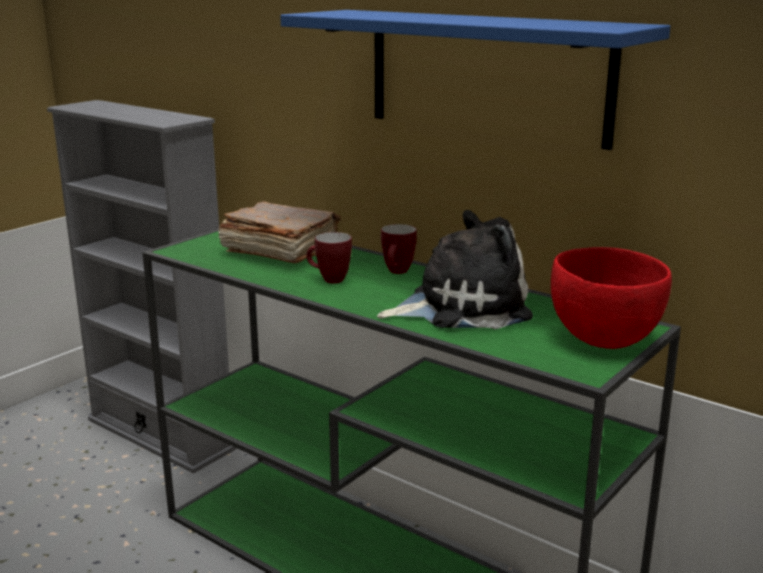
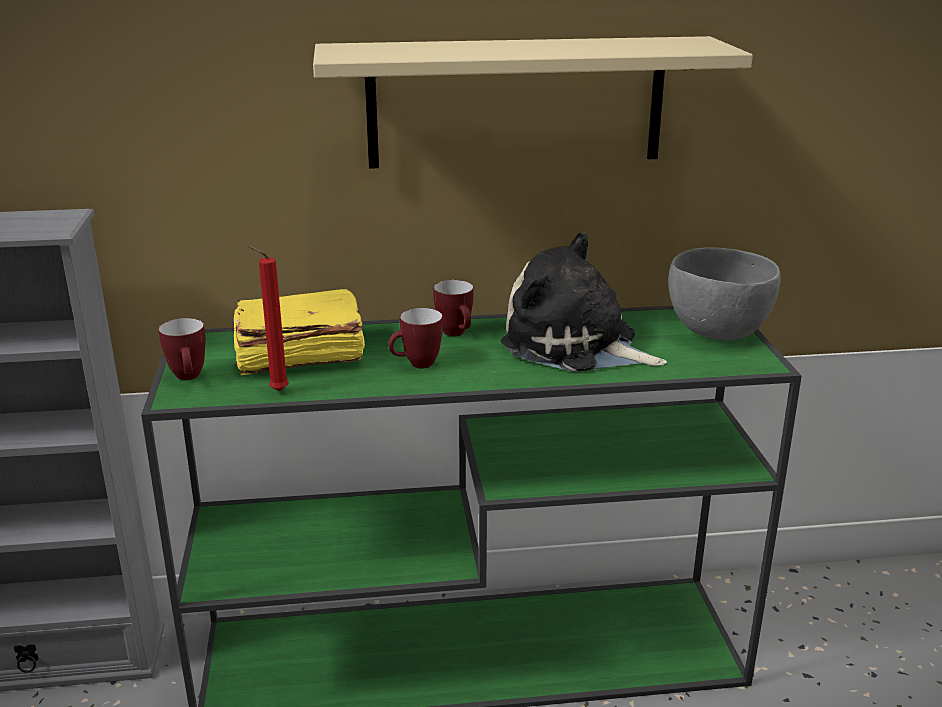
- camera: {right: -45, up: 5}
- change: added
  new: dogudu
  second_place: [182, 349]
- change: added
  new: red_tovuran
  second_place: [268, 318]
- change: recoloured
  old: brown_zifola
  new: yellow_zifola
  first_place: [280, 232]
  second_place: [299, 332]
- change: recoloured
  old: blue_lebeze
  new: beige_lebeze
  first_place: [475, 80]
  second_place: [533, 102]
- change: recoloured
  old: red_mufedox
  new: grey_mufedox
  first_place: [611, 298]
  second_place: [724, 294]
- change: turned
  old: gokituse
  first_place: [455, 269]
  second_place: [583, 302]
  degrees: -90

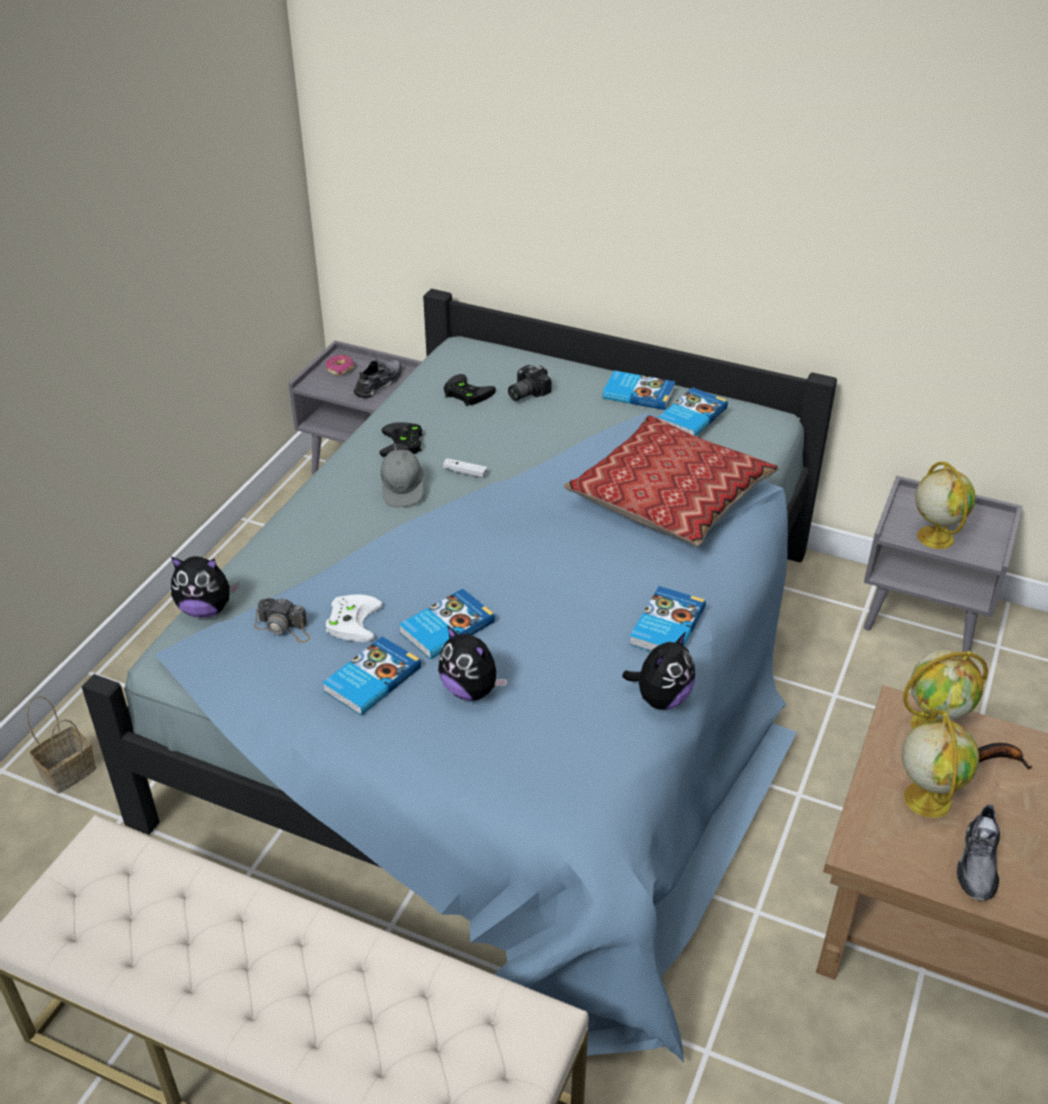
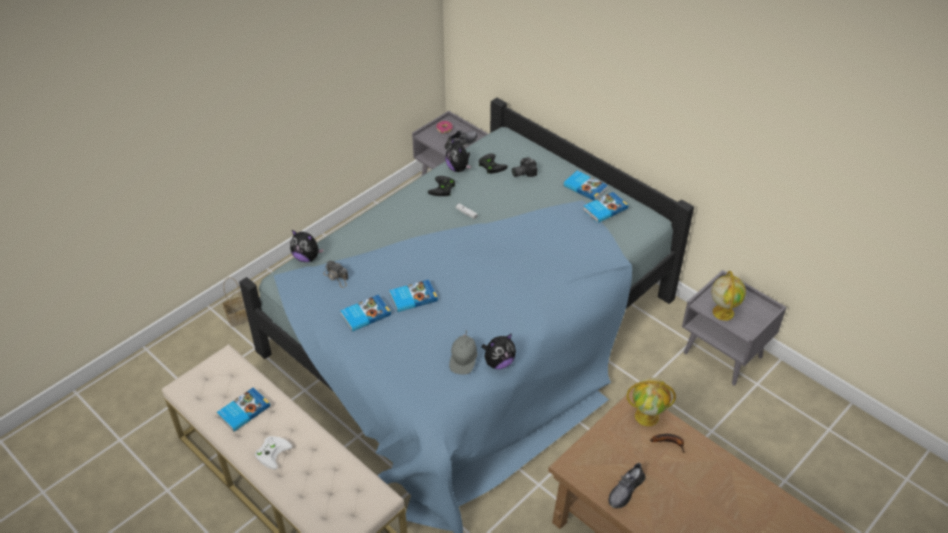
- camera: {right: 20, up: 5}
- change: removed
  old: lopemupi
  first_place: [672, 481]
- change: removed
  old: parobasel
  first_place: [940, 763]
- change: moved
  old: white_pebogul
  first_place: [354, 618]
  second_place: [273, 453]
- change: moved
  old: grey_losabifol
  first_place: [402, 476]
  second_place: [463, 352]
- change: moved
  old: gokituse
  first_place: [472, 663]
  second_place: [458, 155]
- change: moved
  old: zifola
  first_place: [667, 618]
  second_place: [243, 409]

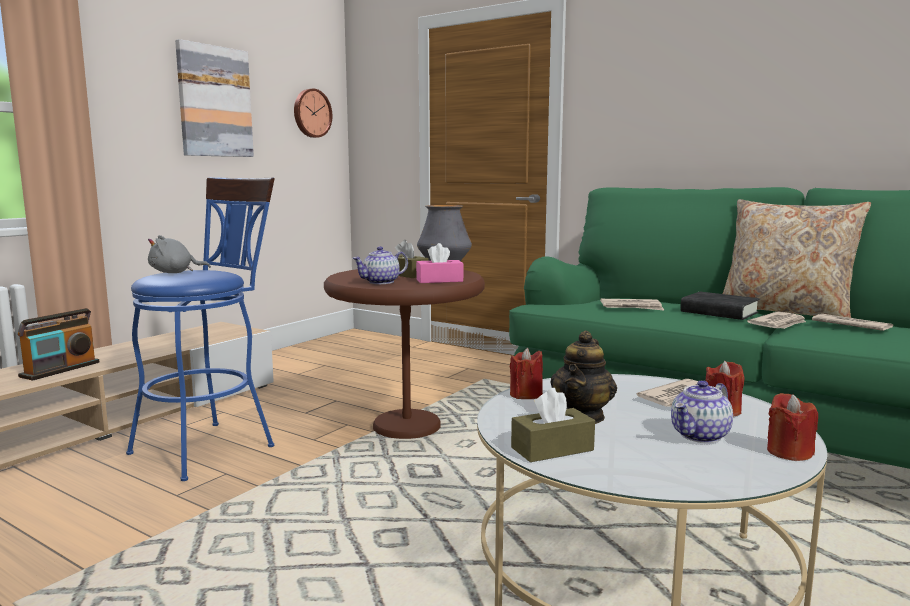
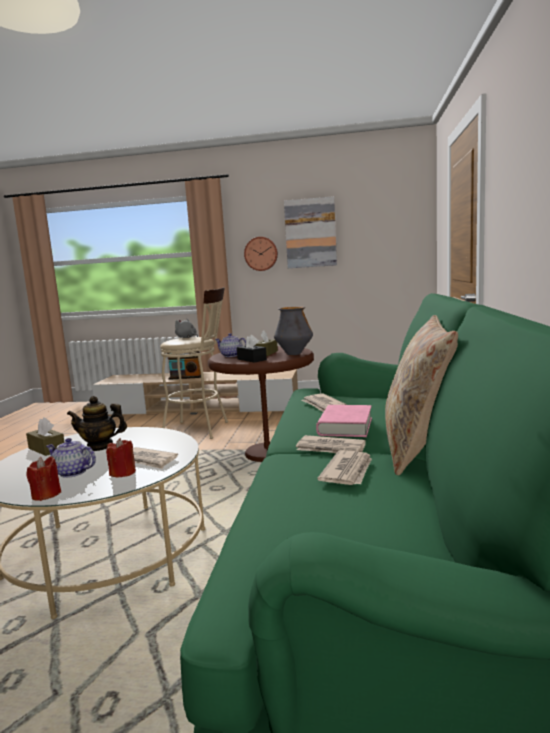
- camera: {right: 65, up: 0}
- change: removed
  old: red_tovuran
  first_place: [526, 373]
- change: moved
  old: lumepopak
  first_place: [313, 113]
  second_place: [261, 254]
- change: recoloured
  old: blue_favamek
  new: beige_favamek
  first_place: [200, 329]
  second_place: [194, 363]
- change: recoloured
  old: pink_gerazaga
  new: black_gerazaga
  first_place: [440, 263]
  second_place: [252, 349]
- change: recoloured
  old: black_zifola
  new: pink_zifola
  first_place: [719, 306]
  second_place: [344, 421]

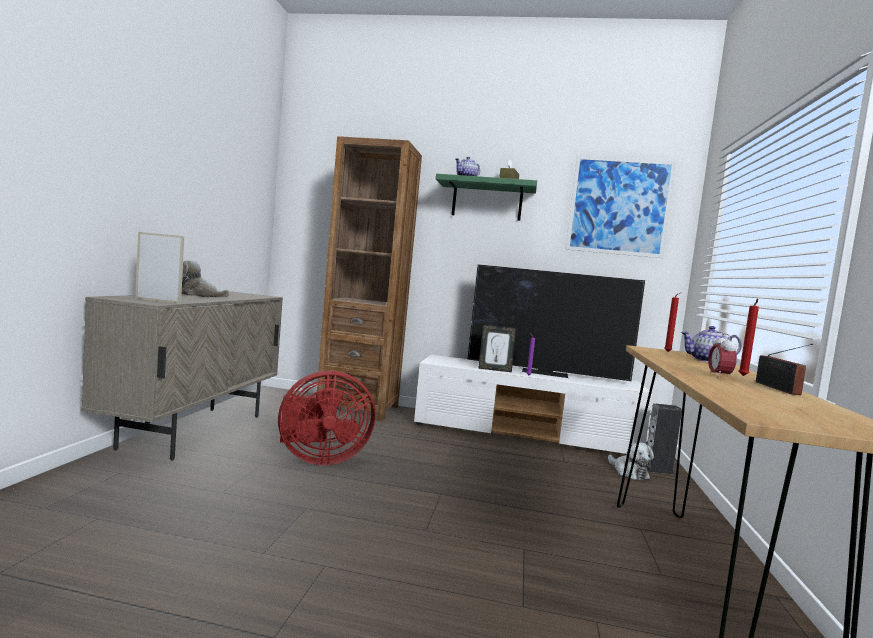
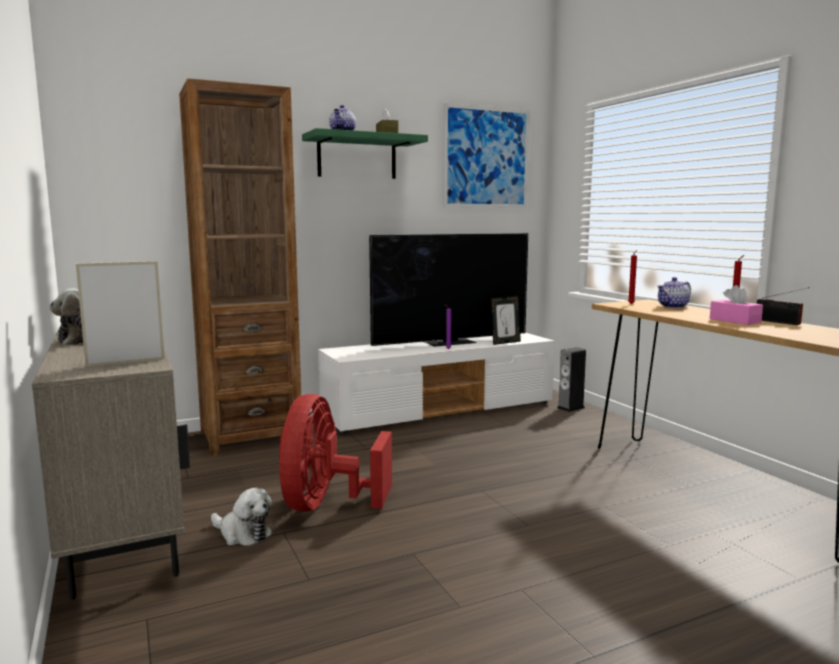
- camera: {right: -35, up: 5}
- change: moved
  old: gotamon
  first_place: [497, 348]
  second_place: [506, 320]
- change: moved
  old: gokituse
  first_place: [631, 461]
  second_place: [241, 516]
- change: replaced
  old: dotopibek
  new: pink_gerazaga
  first_place: [722, 355]
  second_place: [736, 305]
- change: turned
  old: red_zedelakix
  first_place: [326, 417]
  second_place: [335, 453]
  degrees: 150

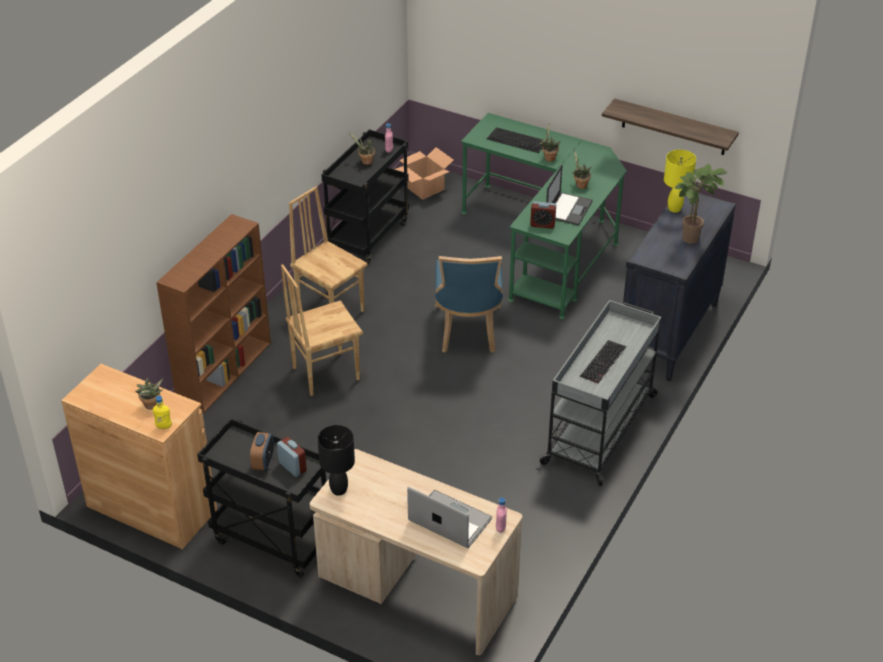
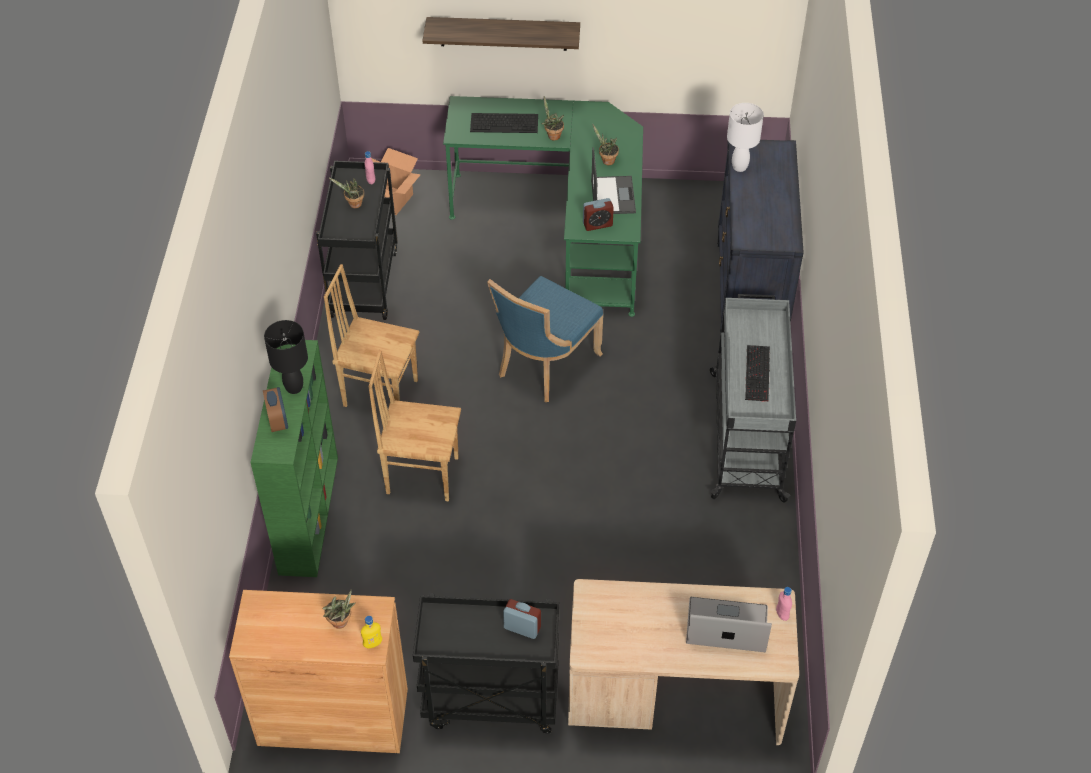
- camera: {right: -25, up: 10}
- change: removed
  old: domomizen
  first_place: [701, 204]
- change: moved
  old: dotopibek
  first_place: [262, 451]
  second_place: [275, 409]
- change: moved
  old: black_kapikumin
  first_place: [336, 460]
  second_place: [286, 357]
- change: moved
  old: lebeze
  first_place: [670, 127]
  second_place: [501, 34]
- change: recoloured
  old: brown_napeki
  new: green_napeki
  first_place: [213, 314]
  second_place: [294, 458]
- change: recoloured
  old: yellow_kapikumin
  new: white_kapikumin
  first_place: [680, 181]
  second_place: [745, 137]
- change: turned
  old: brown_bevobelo
  first_place: [322, 330]
  second_place: [414, 425]
  degrees: 60
- change: turned
  old: blue_bevobelo
  first_place: [469, 304]
  second_place: [545, 339]
  degrees: 60

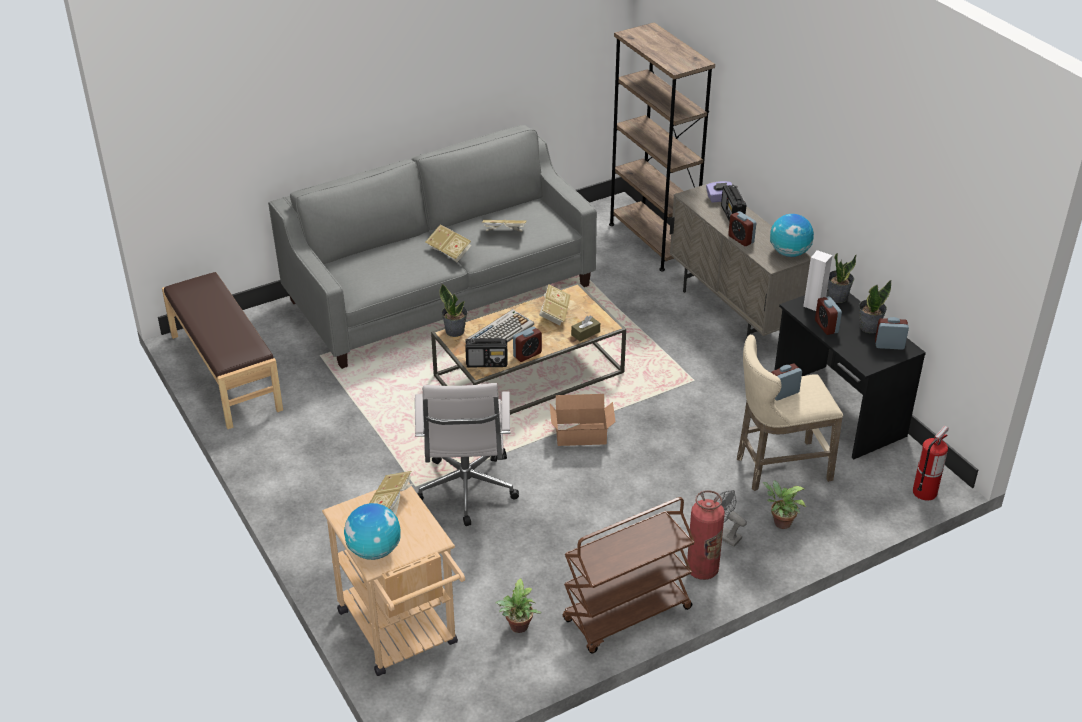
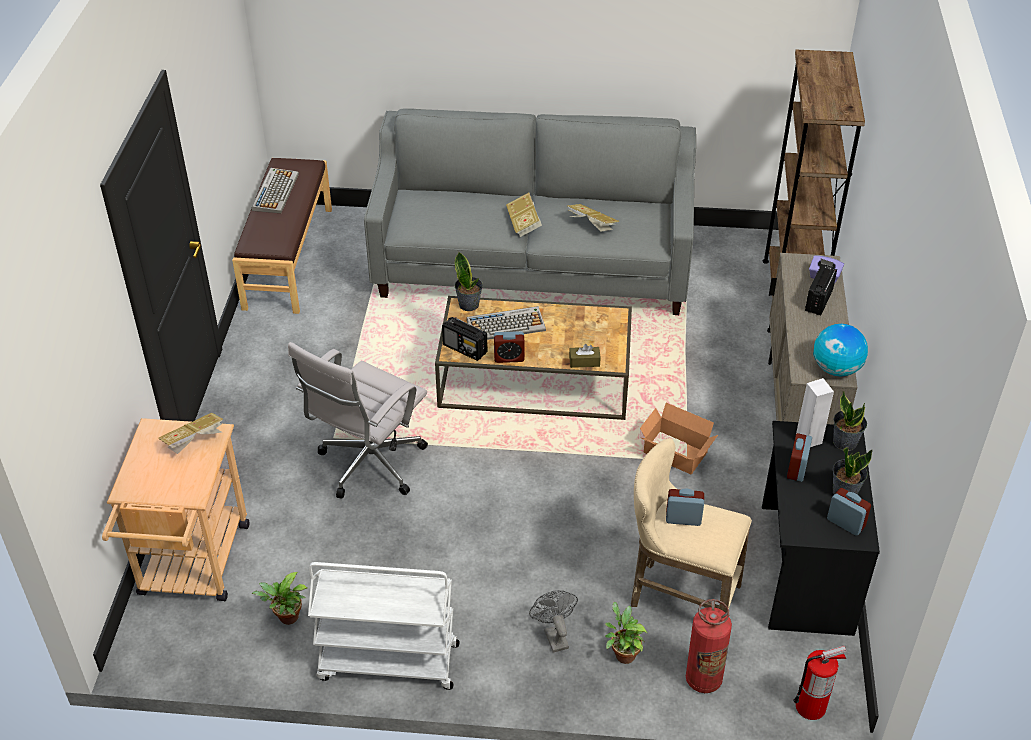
- camera: {right: 35, up: 5}
- change: removed
  old: parobasel
  first_place: [372, 531]
- change: removed
  old: zifola
  first_place: [554, 305]
- change: removed
  old: dotopibek
  first_place: [742, 228]
- change: added
  new: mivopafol
  second_place: [275, 190]
- change: moved
  old: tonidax
  first_place: [583, 420]
  second_place: [679, 438]
- change: moved
  old: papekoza
  first_place: [706, 535]
  second_place: [709, 646]
- change: recoloured
  old: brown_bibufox
  new: white_bibufox
  first_place: [629, 575]
  second_place: [384, 626]

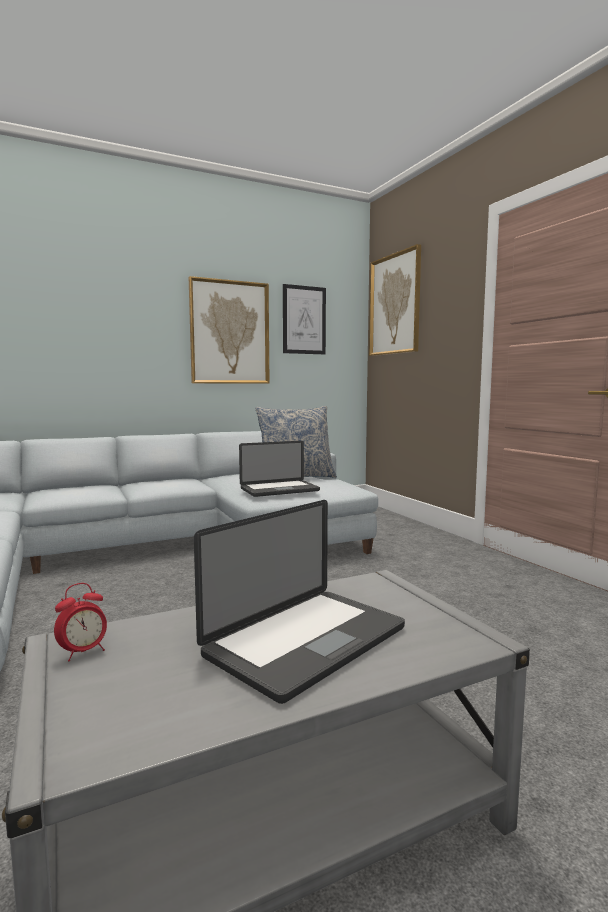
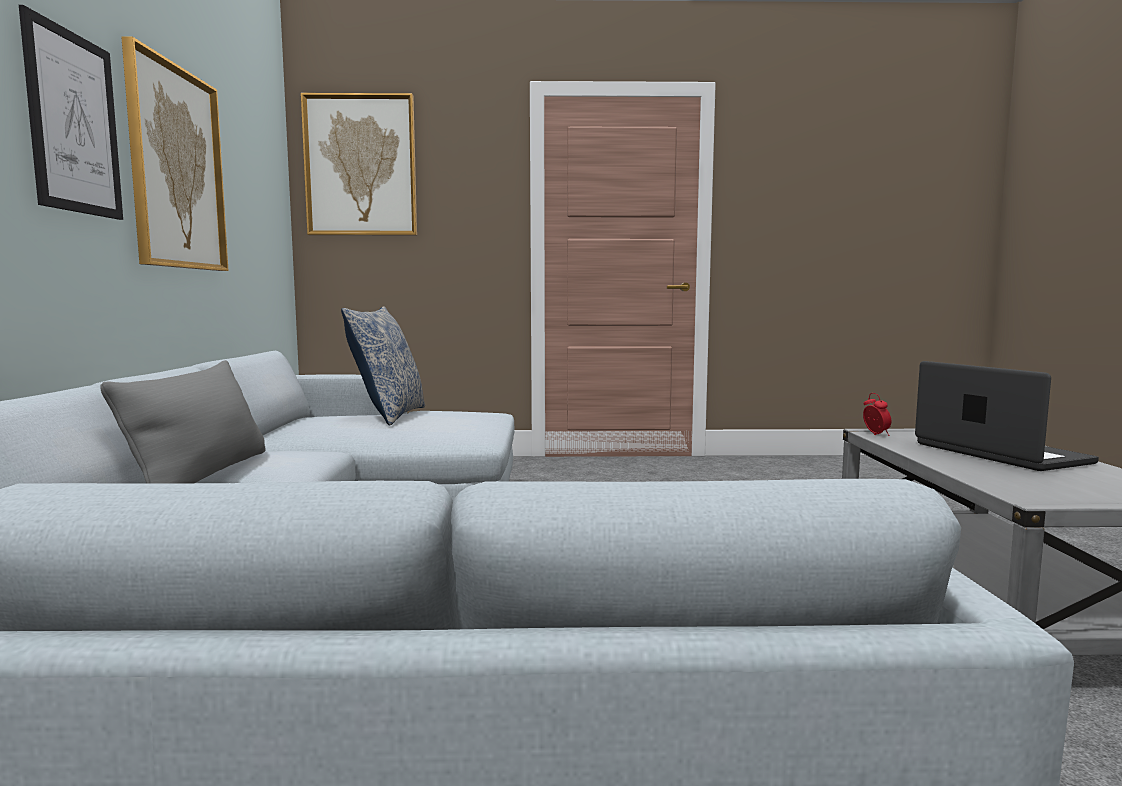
- camera: {right: -65, up: 0}
- change: removed
  old: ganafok
  first_place: [279, 469]
- change: added
  new: grey_lopemupi
  second_place: [183, 422]
- change: moved
  old: dotopibek
  first_place: [80, 622]
  second_place: [877, 414]
- change: moved
  old: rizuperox
  first_place: [304, 319]
  second_place: [71, 112]

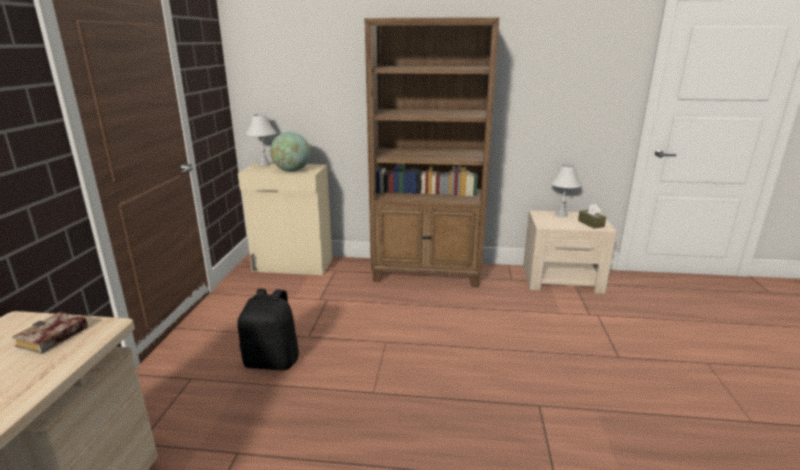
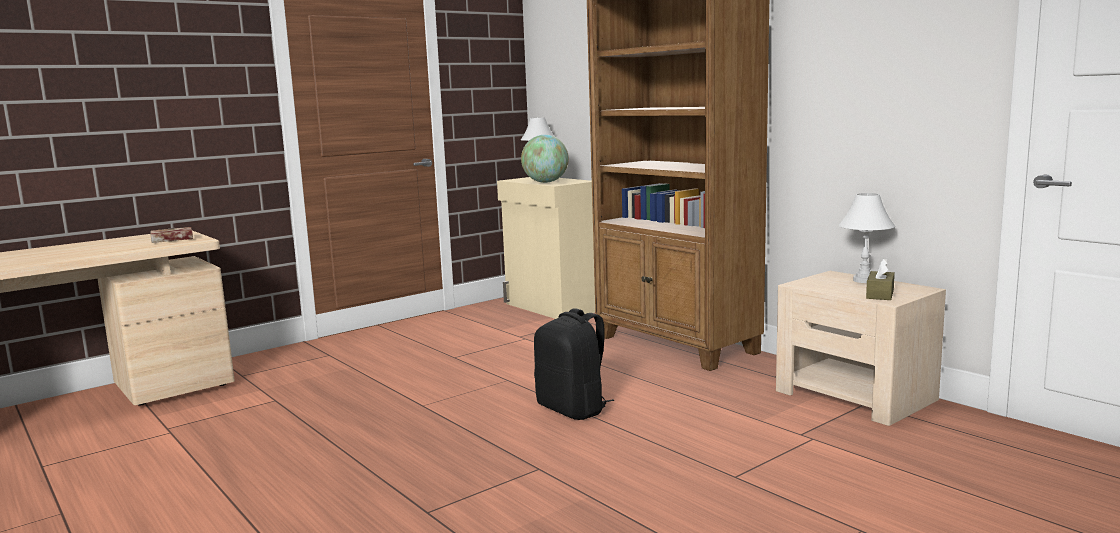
- camera: {right: 45, up: -10}
- change: moved
  old: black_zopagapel
  first_place: [268, 329]
  second_place: [574, 364]

